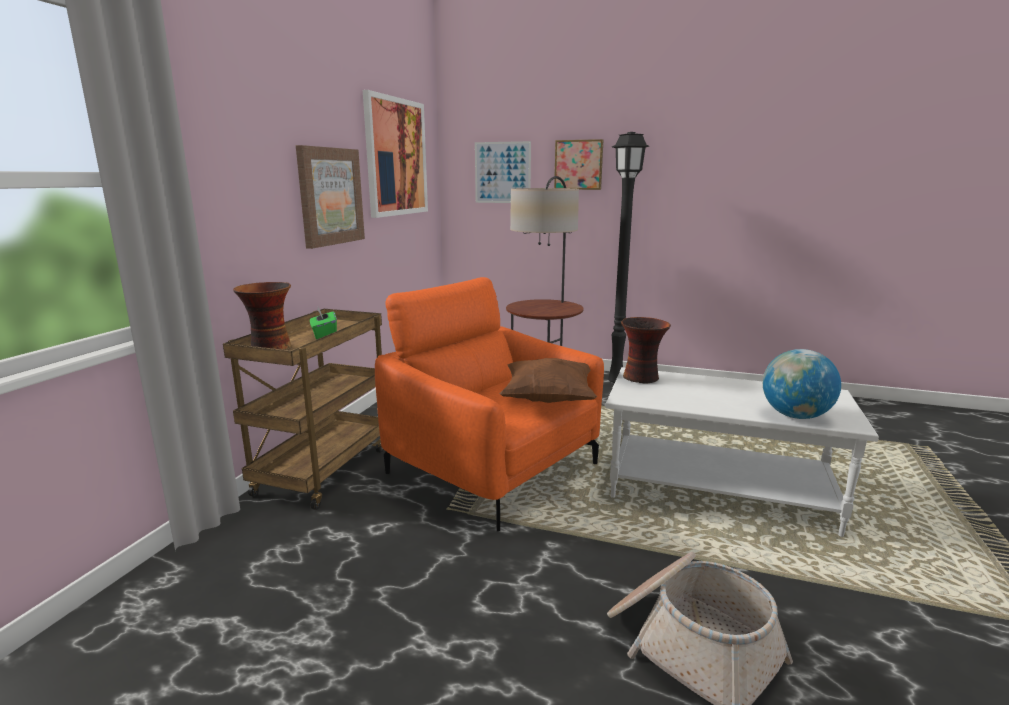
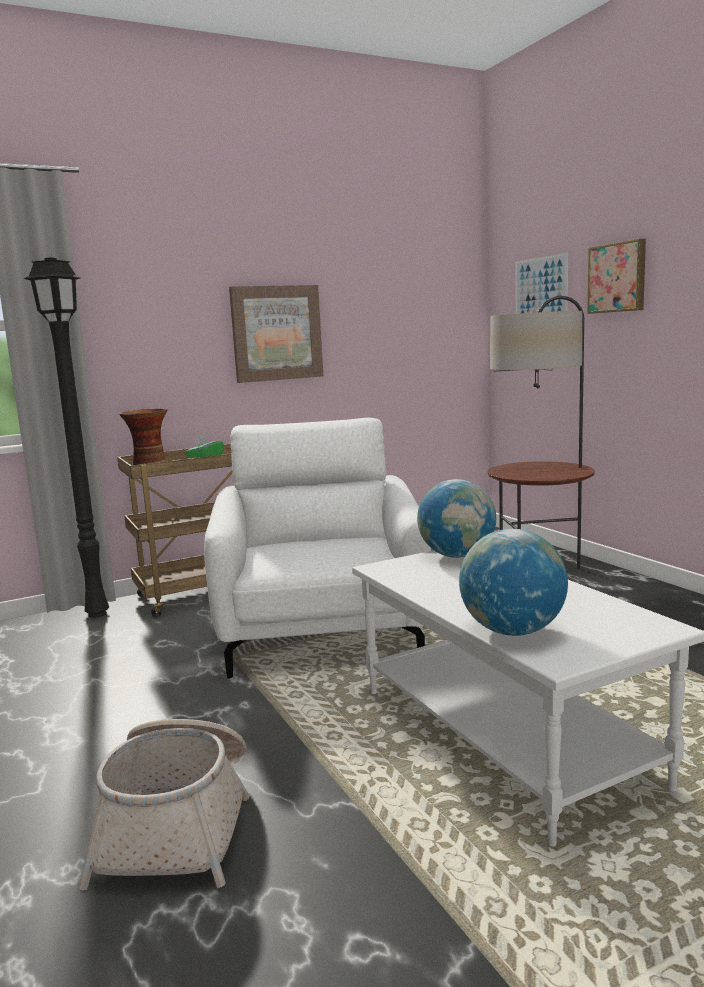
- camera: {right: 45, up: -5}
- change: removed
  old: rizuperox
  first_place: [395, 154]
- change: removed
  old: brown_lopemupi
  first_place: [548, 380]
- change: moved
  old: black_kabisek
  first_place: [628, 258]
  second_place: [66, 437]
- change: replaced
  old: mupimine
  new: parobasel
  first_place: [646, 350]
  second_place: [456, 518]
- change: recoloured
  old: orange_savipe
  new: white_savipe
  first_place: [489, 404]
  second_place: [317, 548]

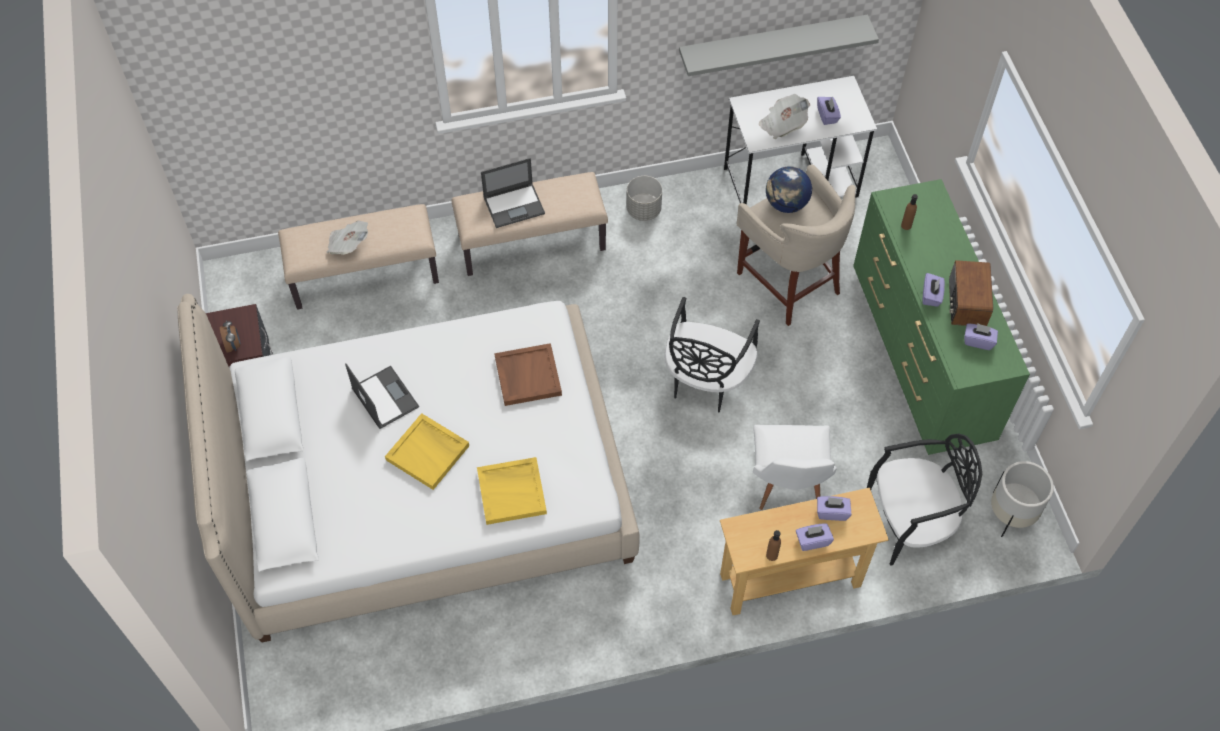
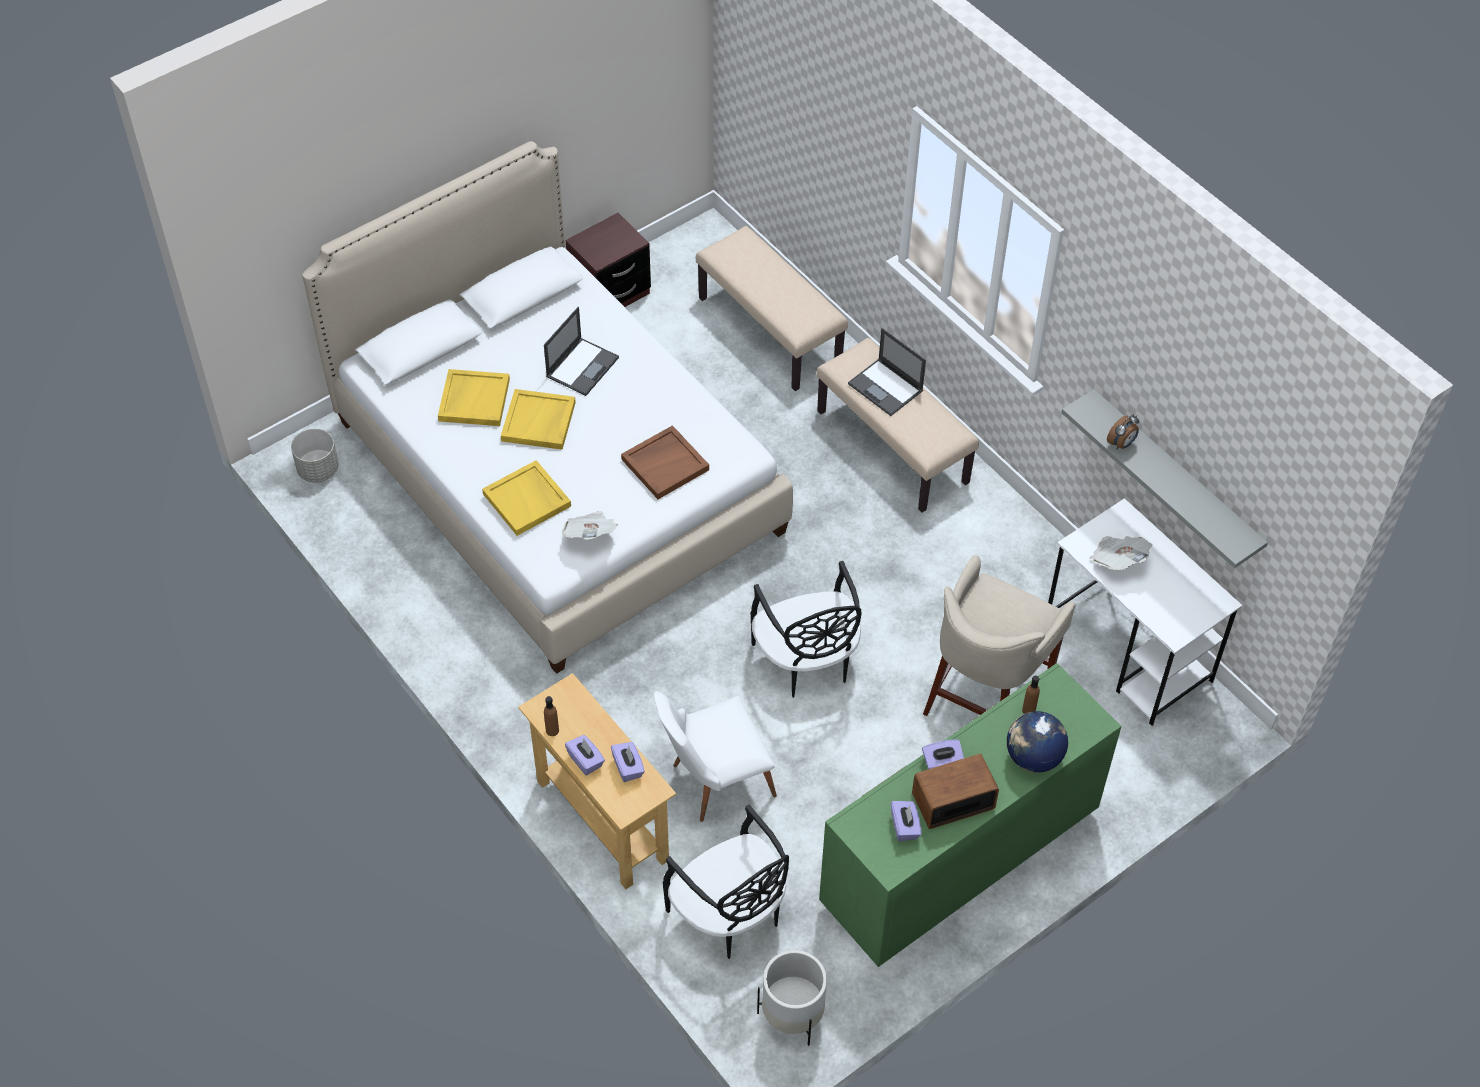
- camera: {right: 65, up: -5}
- change: removed
  old: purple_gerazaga
  first_place: [829, 111]
- change: added
  new: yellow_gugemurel
  second_place: [474, 397]
- change: moved
  old: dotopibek
  first_place: [230, 336]
  second_place: [1123, 432]
- change: moved
  old: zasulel
  first_place: [347, 237]
  second_place: [590, 525]
- change: moved
  old: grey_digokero
  first_place: [644, 198]
  second_place: [315, 455]
- change: moved
  old: parobasel
  first_place: [789, 189]
  second_place: [1037, 742]
- change: turned
  old: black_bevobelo
  first_place: [712, 355]
  second_place: [806, 629]
  degrees: -105

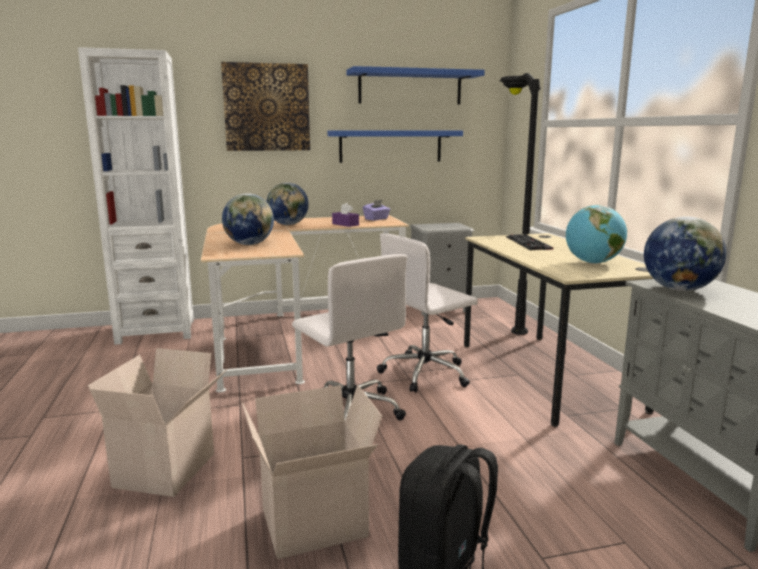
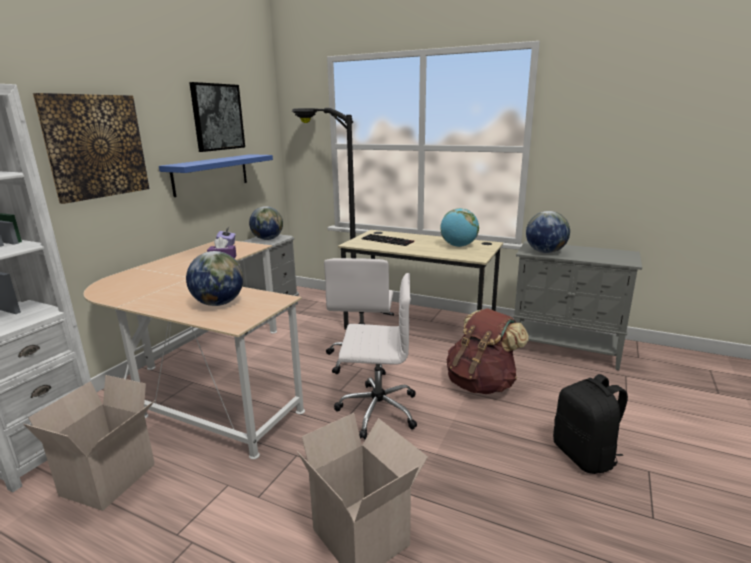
- camera: {right: -50, up: 5}
- change: added
  new: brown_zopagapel
  second_place: [487, 351]
- change: moved
  old: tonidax
  first_place: [312, 472]
  second_place: [89, 443]
- change: moved
  old: parobasel
  first_place: [287, 203]
  second_place: [266, 223]
- change: replaced
  old: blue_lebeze
  new: rizuperox
  first_place: [416, 85]
  second_place: [217, 117]

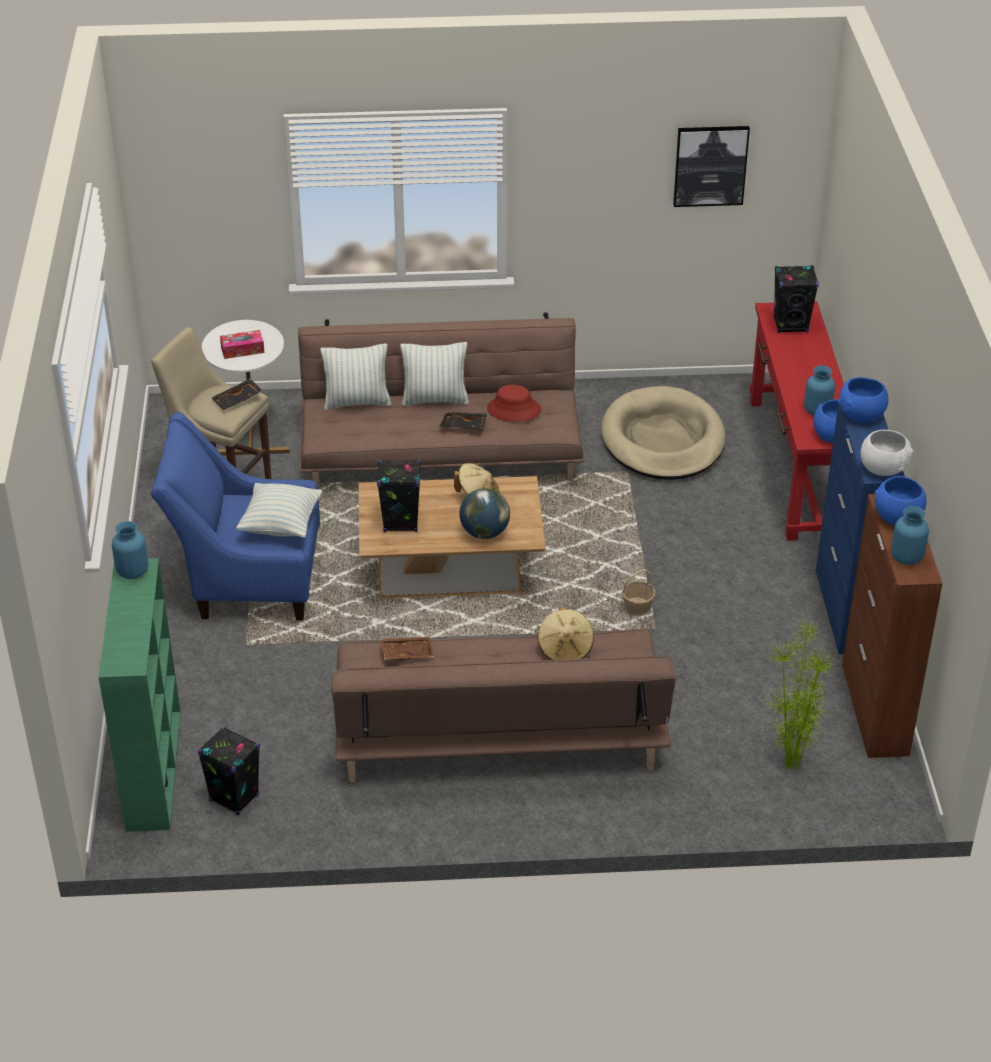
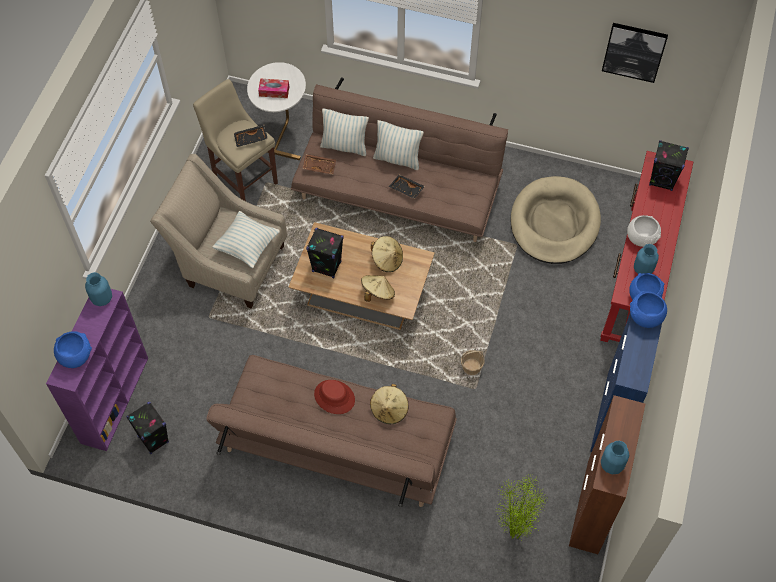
- camera: {right: 20, up: 20}
- change: moved
  old: brown_gugemurel
  first_place: [407, 649]
  second_place: [319, 164]
- change: moved
  old: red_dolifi
  first_place: [514, 403]
  second_place: [334, 397]
- change: moved
  old: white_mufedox
  first_place: [886, 453]
  second_place: [644, 231]
- change: moved
  old: blue_mufedox
  first_place: [901, 501]
  second_place: [73, 349]
- change: replaced
  old: parobasel
  new: beige_dolifi
  first_place: [484, 513]
  second_place: [378, 288]
- change: recoloured
  old: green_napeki
  new: purple_napeki
  first_place: [139, 695]
  second_place: [97, 369]
- change: recoloured
  old: blue_savipe
  new: beige_savipe
  first_place: [235, 516]
  second_place: [218, 231]

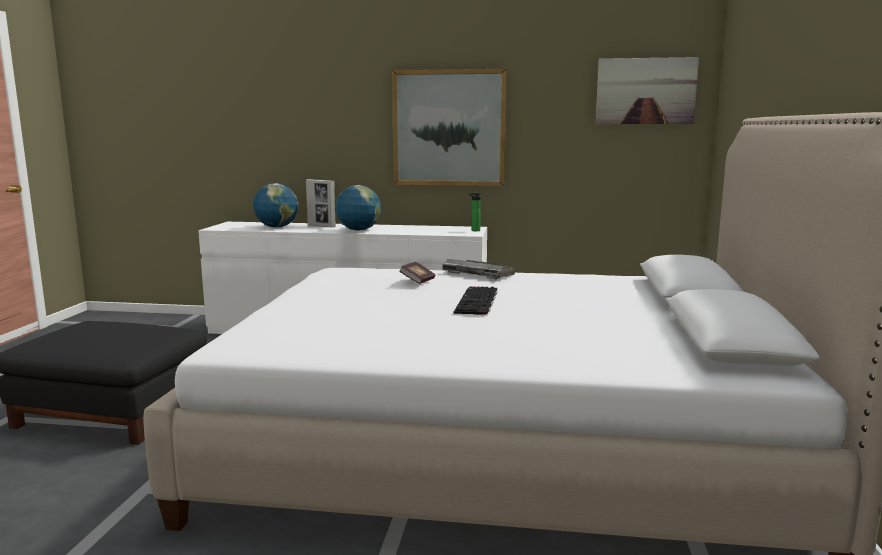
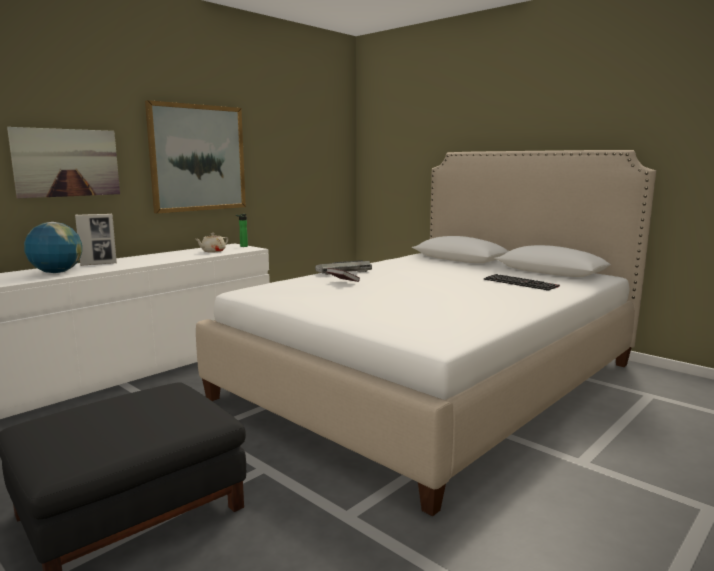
- camera: {right: -55, up: 0}
- change: removed
  old: parobasel
  first_place: [358, 208]
- change: added
  new: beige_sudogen
  second_place: [212, 243]
- change: moved
  old: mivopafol
  first_place: [476, 301]
  second_place: [522, 282]
- change: moved
  old: rizuperox
  first_place: [647, 90]
  second_place: [63, 163]

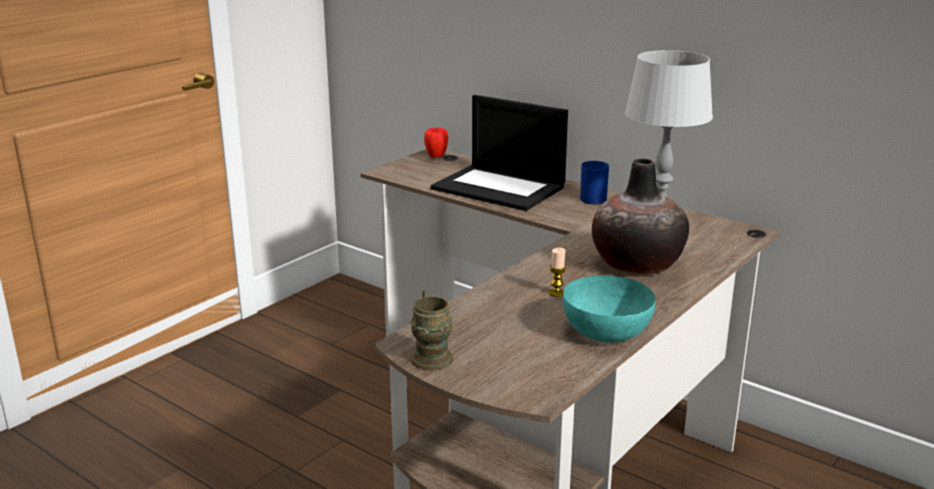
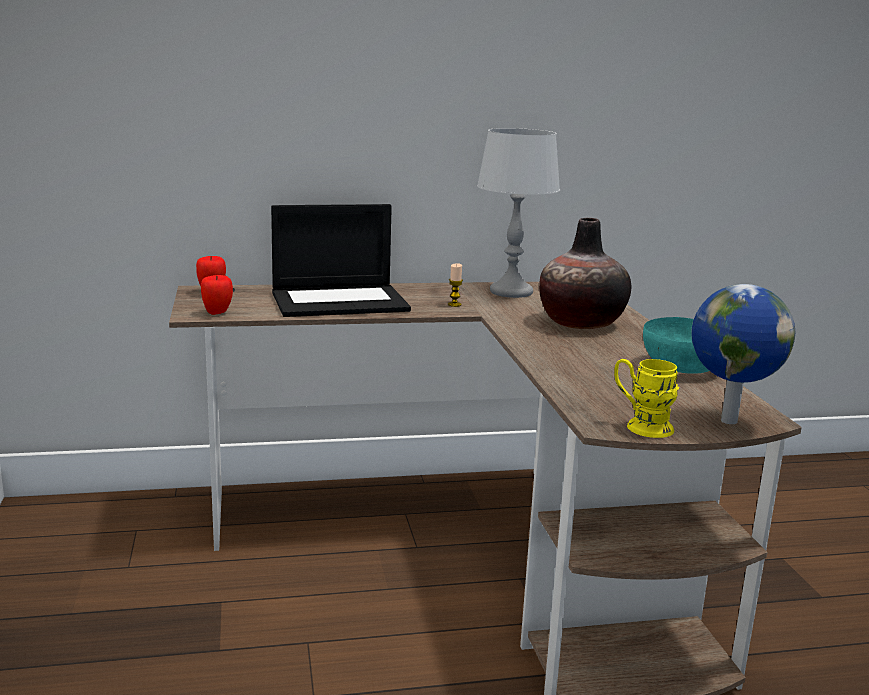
- camera: {right: -50, up: -5}
- change: removed
  old: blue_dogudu
  first_place: [594, 182]
- change: added
  new: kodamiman
  second_place: [217, 295]
- change: added
  new: parobasel
  second_place: [743, 354]
- change: moved
  old: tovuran
  first_place: [557, 272]
  second_place: [455, 285]
- change: recoloured
  old: brown_dogudu
  new: yellow_dogudu
  first_place: [431, 330]
  second_place: [646, 398]

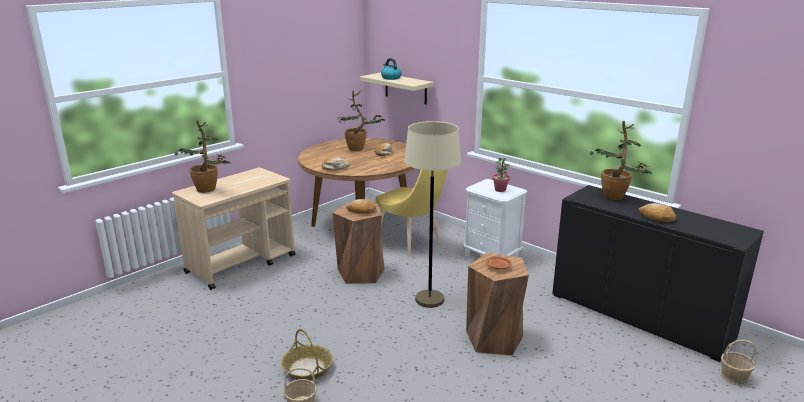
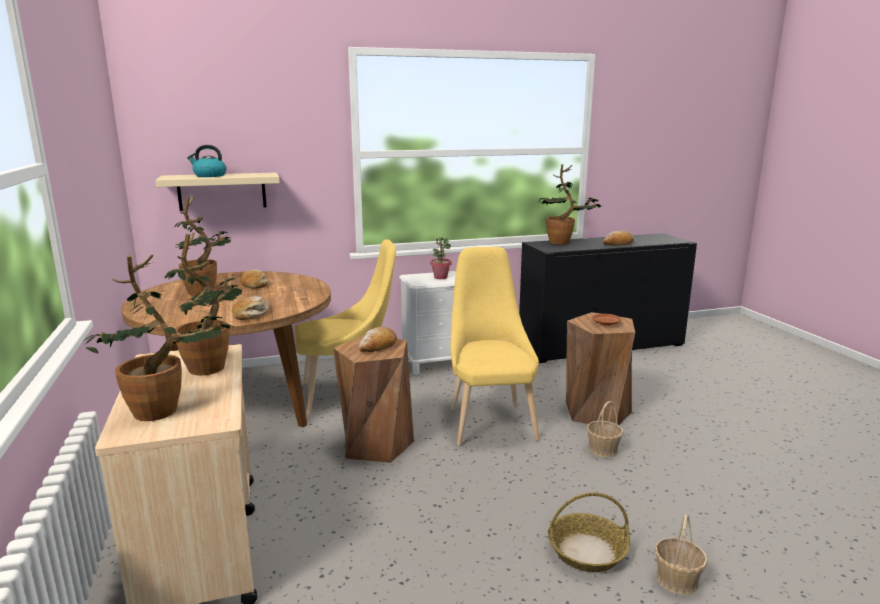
- camera: {right: -60, up: -5}
- change: added
  new: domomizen
  second_place: [204, 303]
- change: moved
  old: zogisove
  first_place: [738, 362]
  second_place: [605, 429]
- change: replaced
  old: beige_kabisek
  new: yellow_bevobelo
  first_place: [432, 214]
  second_place: [495, 346]

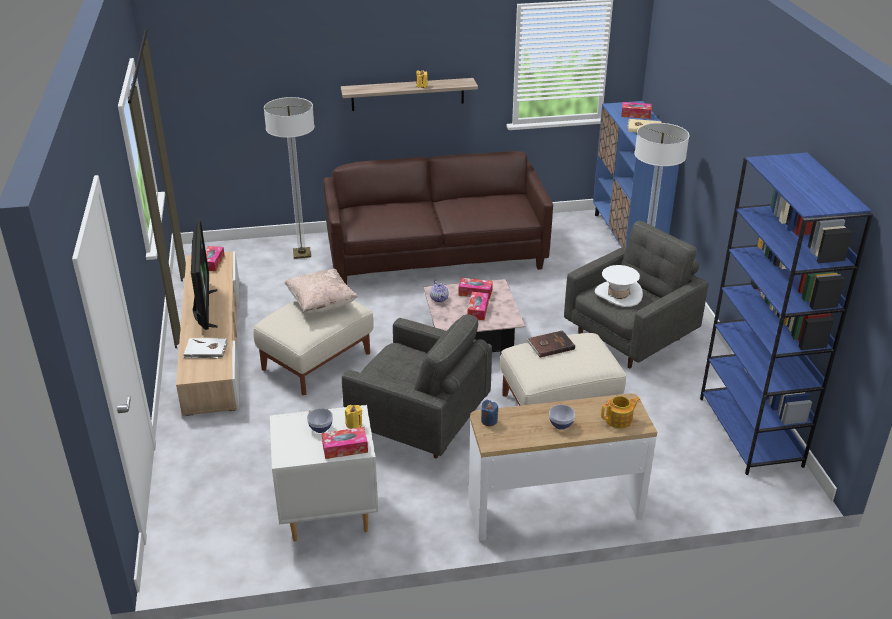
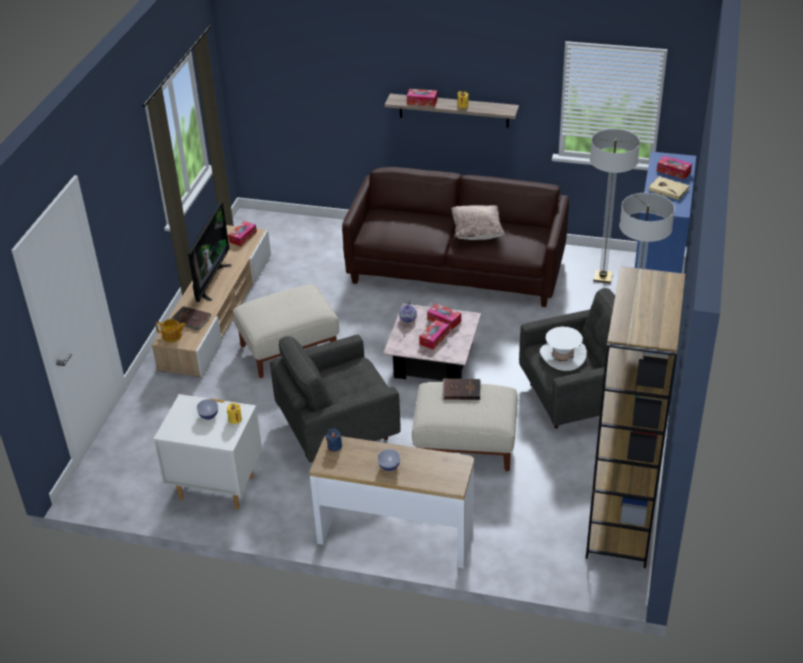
- camera: {right: 25, up: 5}
- change: moved
  old: kabisek
  first_place: [289, 178]
  second_place: [615, 206]
- change: moved
  old: beige_lopemupi
  first_place: [321, 291]
  second_place: [478, 222]
- change: moved
  old: gerazaga
  first_place: [345, 443]
  second_place: [422, 97]
- change: moved
  old: sudogen
  first_place: [620, 412]
  second_place: [171, 330]
- change: recoloured
  old: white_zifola
  new: brown_zifola
  first_place: [206, 348]
  second_place: [191, 318]
- change: recoloured
  old: blue_napeki
  new: brown_napeki
  first_place: [786, 314]
  second_place: [636, 417]
- change: turned
  old: grey_savipe
  first_place: [417, 386]
  second_place: [335, 398]
  degrees: 105

